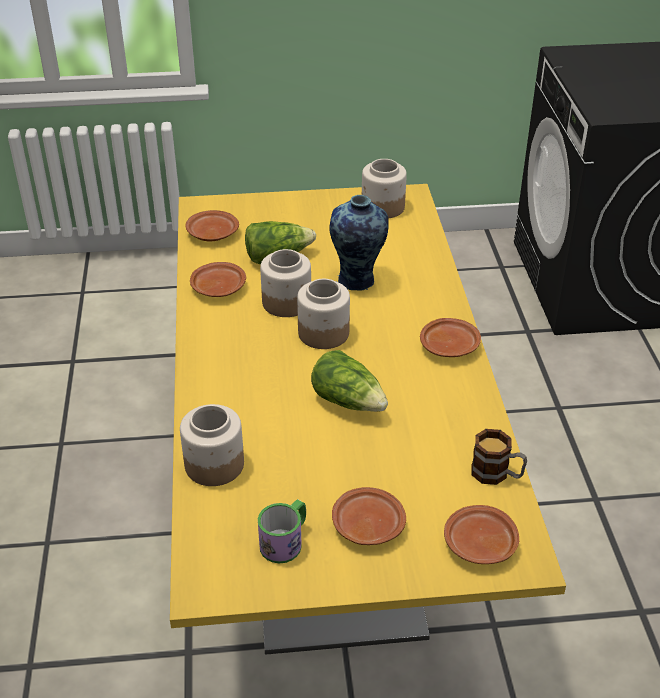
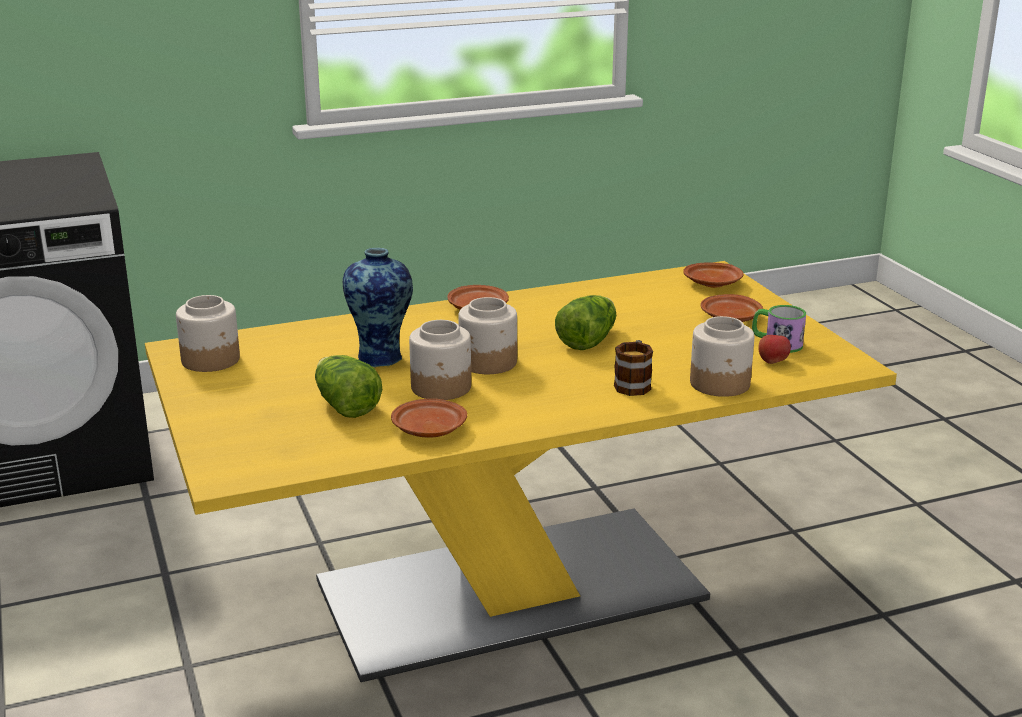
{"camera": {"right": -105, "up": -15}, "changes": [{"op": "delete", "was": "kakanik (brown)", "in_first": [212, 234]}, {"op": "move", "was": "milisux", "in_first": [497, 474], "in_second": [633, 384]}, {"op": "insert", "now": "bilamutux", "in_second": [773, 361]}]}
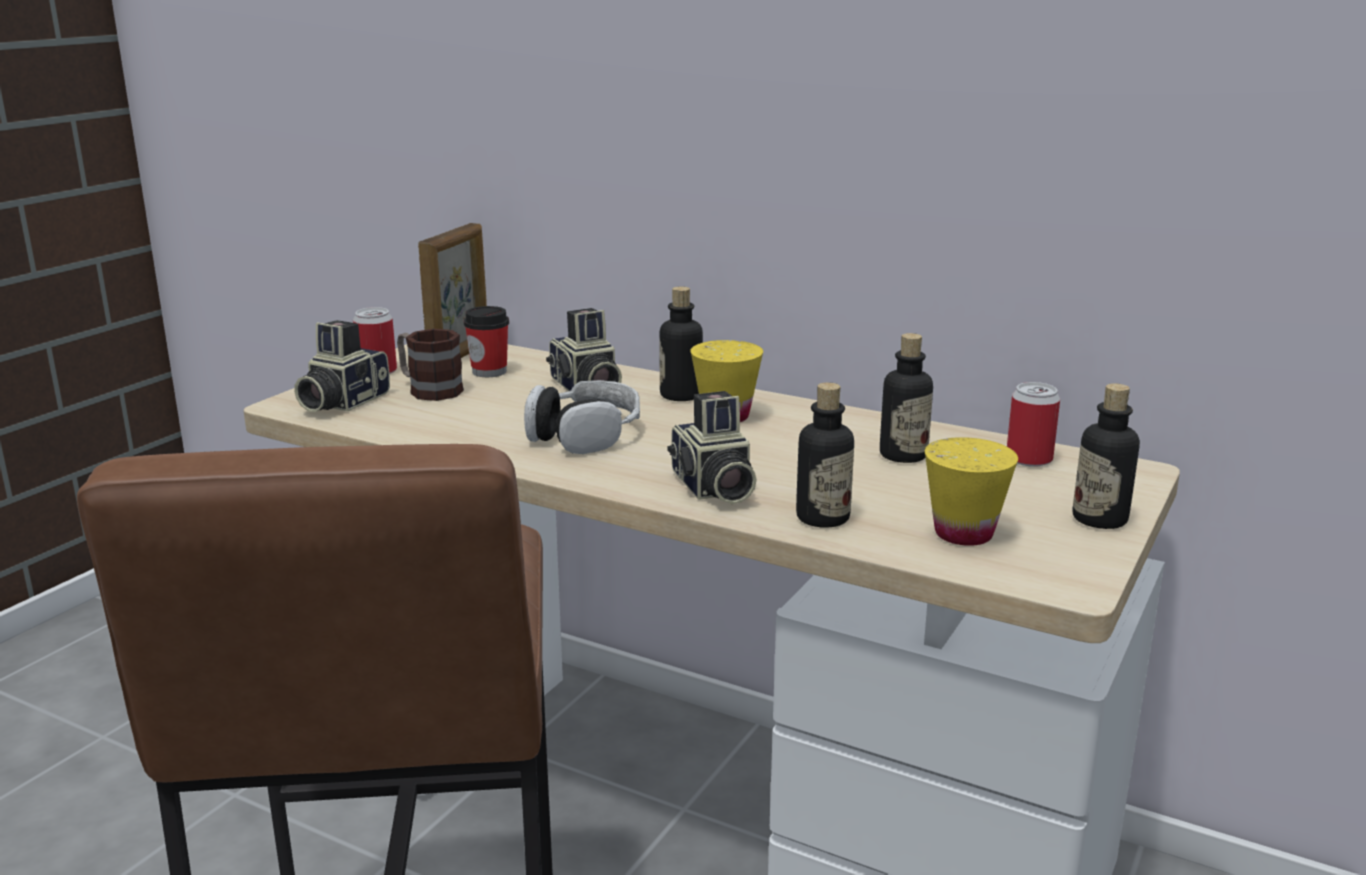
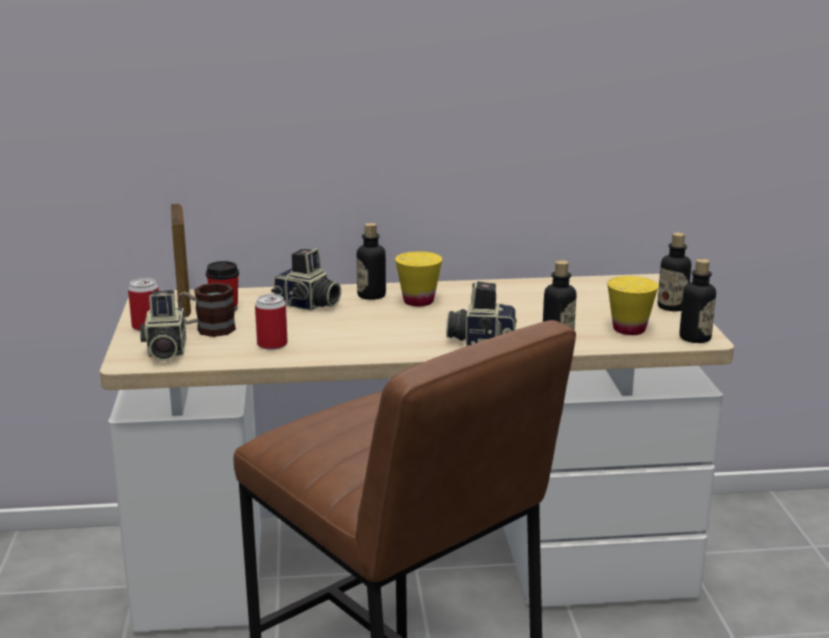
{"camera": {"right": -35, "up": 0}, "changes": [{"op": "delete", "was": "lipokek", "in_first": [584, 435]}, {"op": "rotate", "was": "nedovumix", "in_first": [712, 488], "in_second": [481, 340], "clockwise": 150}, {"op": "move", "was": "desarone", "in_first": [903, 455], "in_second": [695, 338]}, {"op": "move", "was": "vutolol", "in_first": [1029, 459], "in_second": [272, 344]}]}
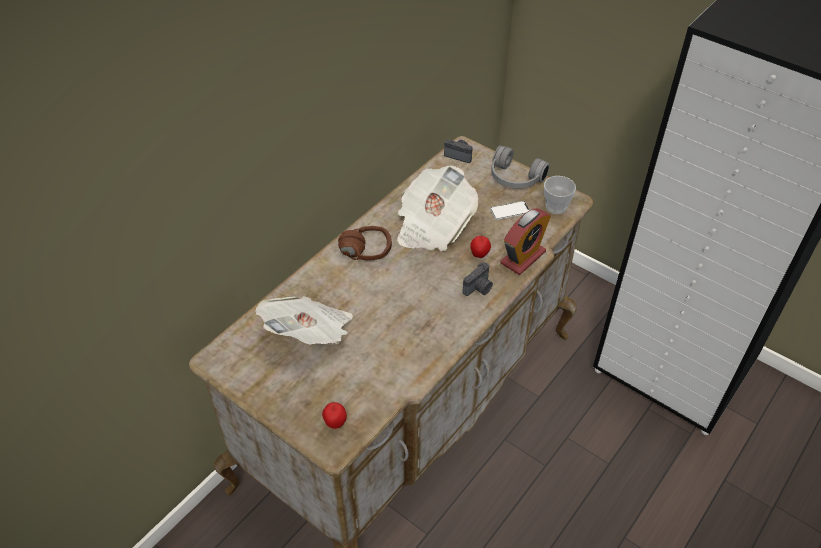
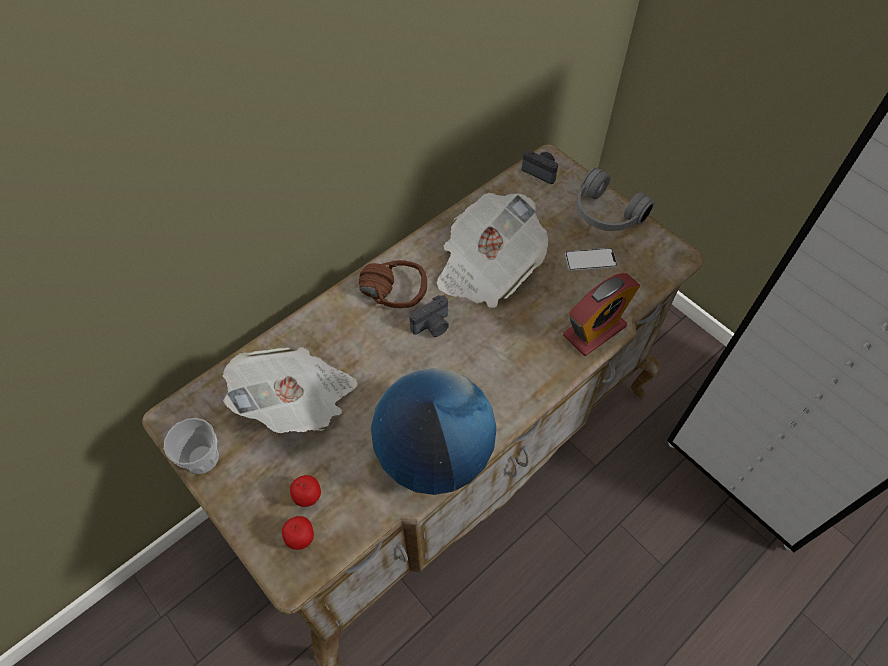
{"camera": {"right": 10, "up": 10}, "changes": [{"op": "move", "was": "nedovumix", "in_first": [479, 288], "in_second": [433, 326]}, {"op": "move", "was": "bilamutux", "in_first": [479, 255], "in_second": [308, 498]}, {"op": "move", "was": "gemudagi", "in_first": [556, 207], "in_second": [202, 458]}, {"op": "insert", "now": "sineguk", "in_second": [434, 455]}]}
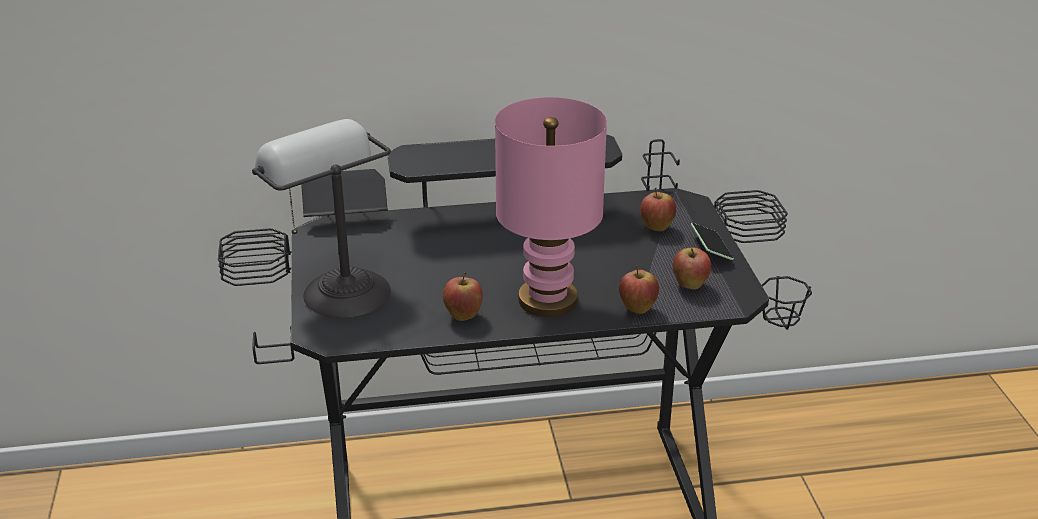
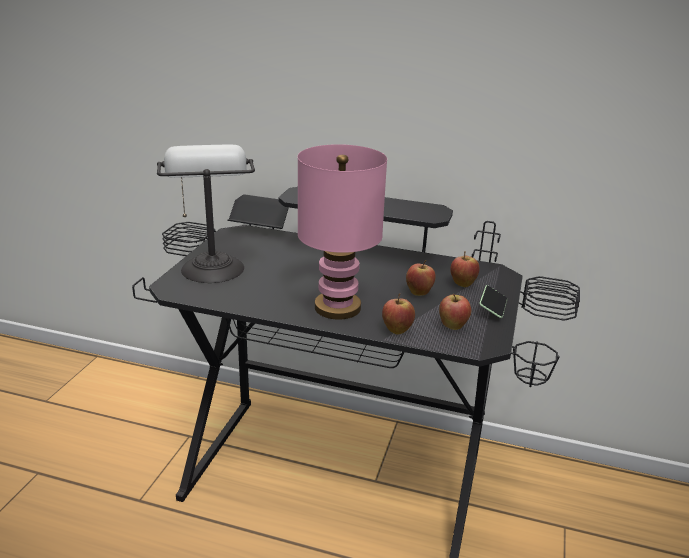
{"camera": {"right": 25, "up": -5}, "changes": [{"op": "move", "was": "bilamutux", "in_first": [463, 316], "in_second": [419, 293]}]}
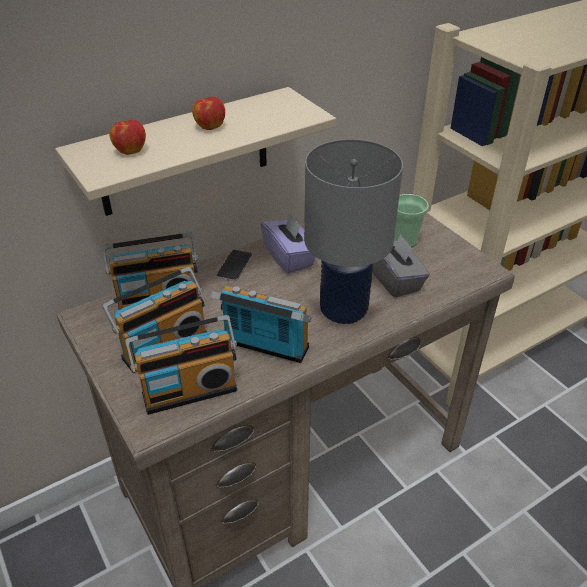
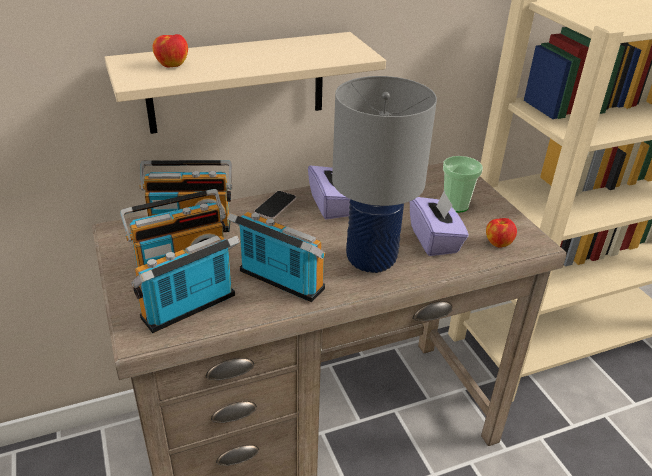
{"camera": {"right": 10, "up": -5}, "changes": [{"op": "rotate", "was": "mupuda", "in_first": [189, 389], "in_second": [191, 309], "clockwise": 150}, {"op": "move", "was": "bilamutux", "in_first": [210, 126], "in_second": [498, 243]}, {"op": "recolor", "was": "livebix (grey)", "now": "livebix (purple)", "in_first": [395, 280], "in_second": [435, 240]}]}
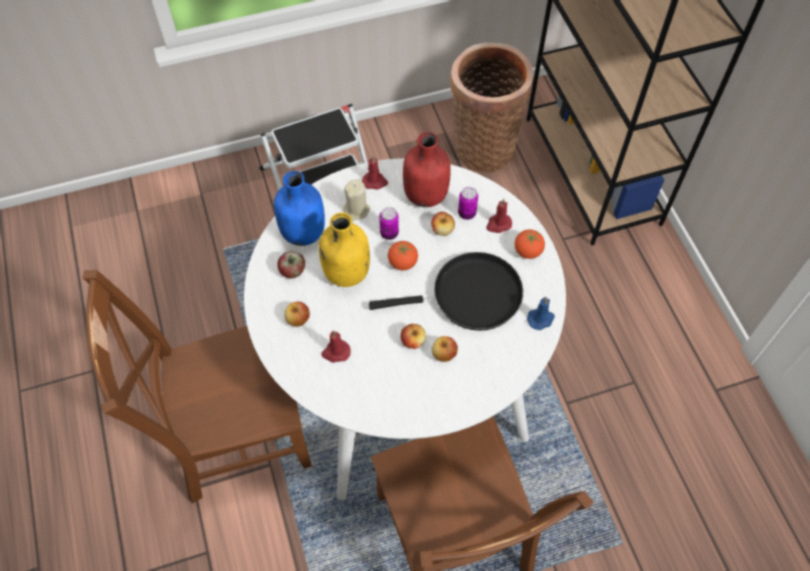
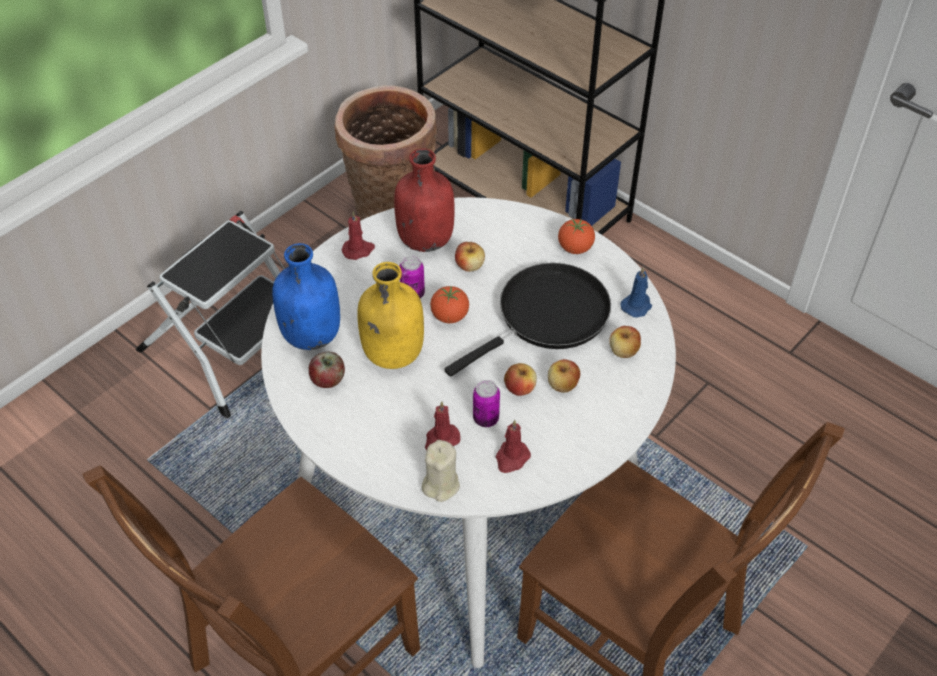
{"camera": {"right": -30, "up": -10}, "changes": [{"op": "move", "was": "bilamutux", "in_first": [298, 319], "in_second": [623, 351]}, {"op": "move", "was": "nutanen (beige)", "in_first": [357, 210], "in_second": [441, 485]}, {"op": "move", "was": "vutolol", "in_first": [466, 213], "in_second": [486, 419]}, {"op": "move", "was": "nutanen (red)", "in_first": [498, 224], "in_second": [511, 458]}]}
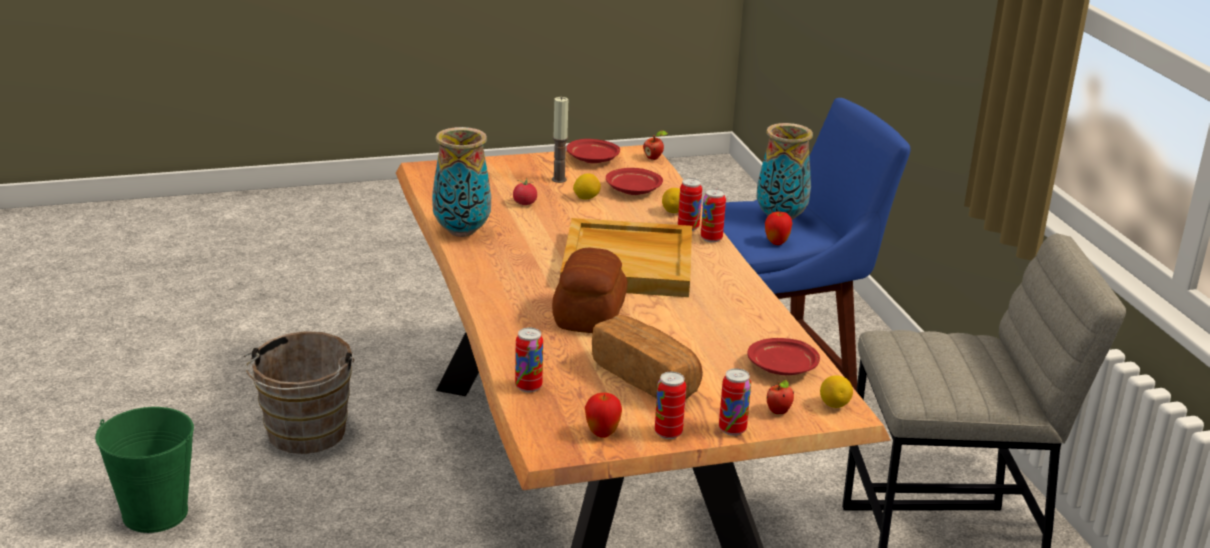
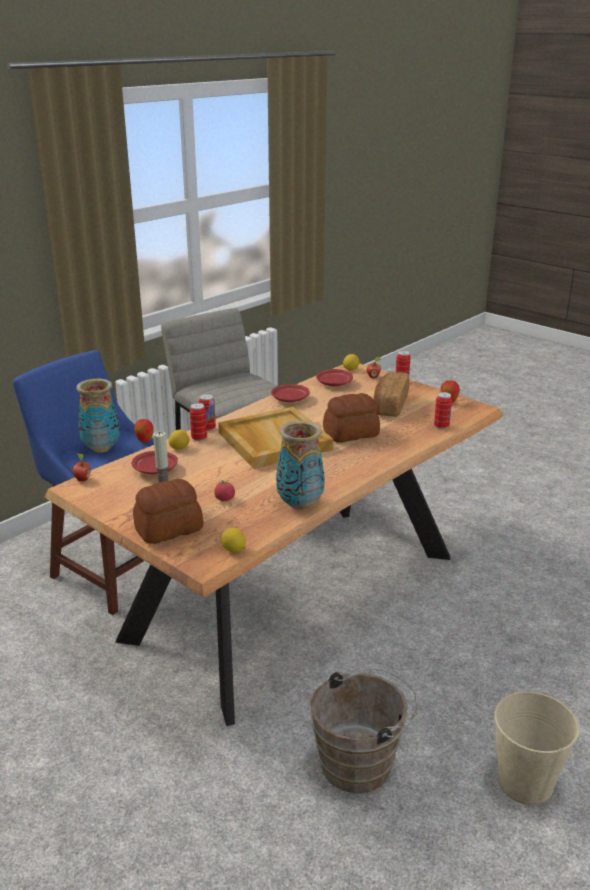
{"camera": {"right": -120, "up": 0}, "changes": [{"op": "recolor", "was": "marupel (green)", "now": "marupel (beige)", "in_first": [155, 513], "in_second": [524, 782]}, {"op": "move", "was": "kakanik (red)", "in_first": [593, 159], "in_second": [290, 399]}, {"op": "move", "was": "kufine", "in_first": [586, 198], "in_second": [233, 550]}, {"op": "delete", "was": "vutolol", "in_first": [668, 433]}, {"op": "insert", "now": "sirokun", "in_second": [167, 529]}]}
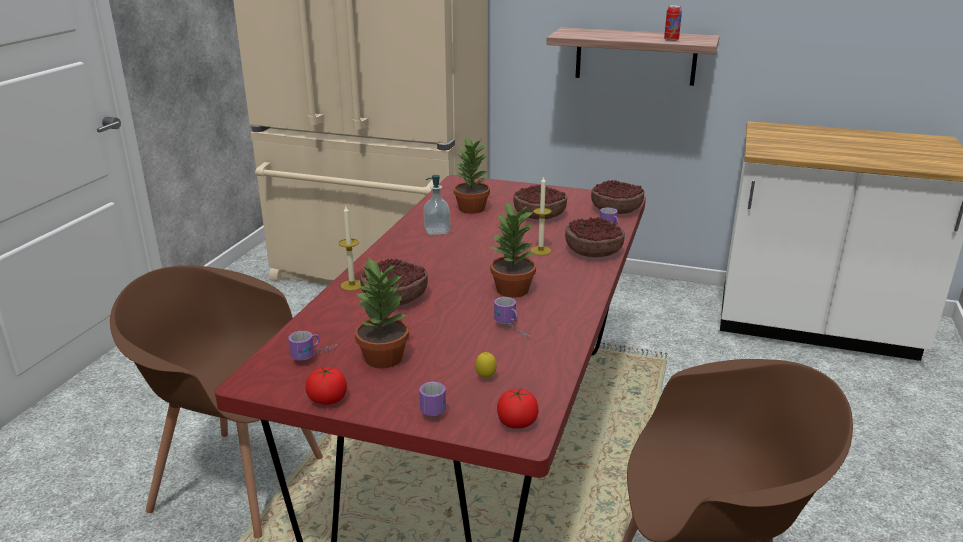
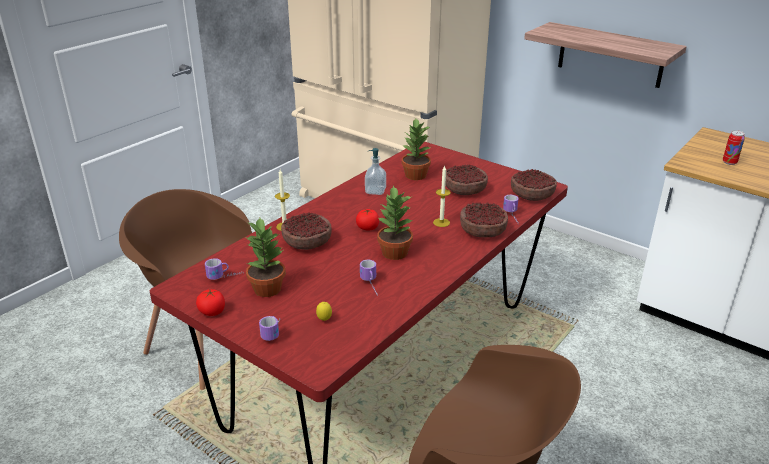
{"camera": {"right": 20, "up": 5}, "changes": [{"op": "move", "was": "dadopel", "in_first": [517, 423], "in_second": [367, 228]}, {"op": "move", "was": "vutolol", "in_first": [671, 40], "in_second": [729, 162]}]}
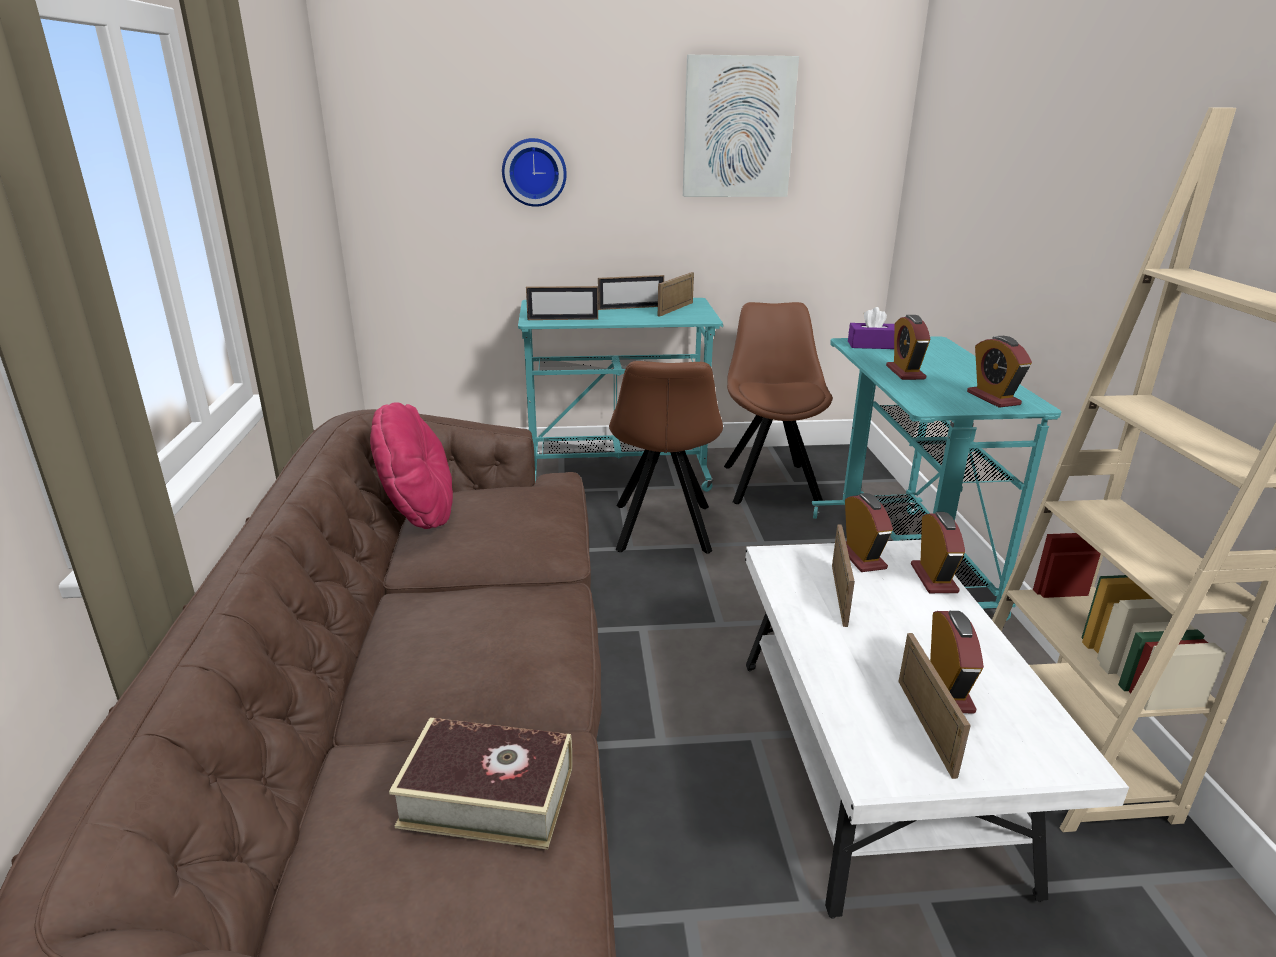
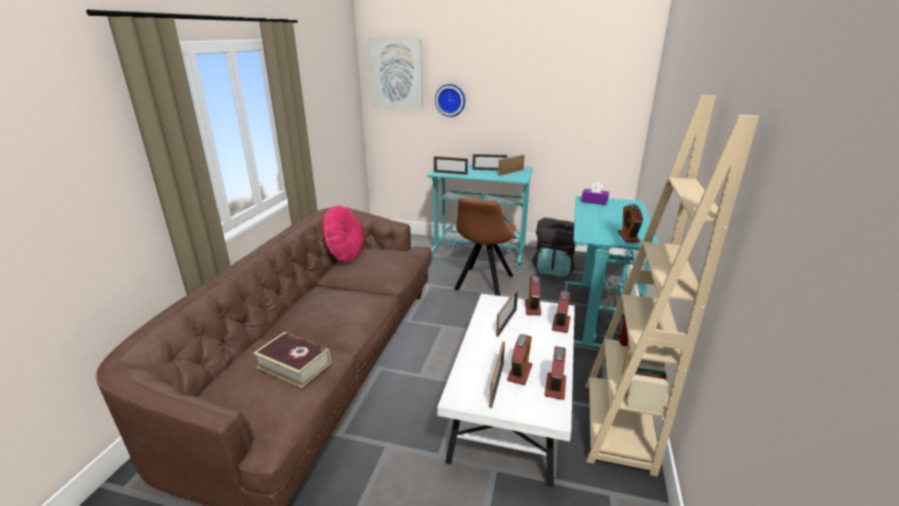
{"camera": {"right": 20, "up": 0}, "changes": [{"op": "move", "was": "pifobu", "in_first": [738, 128], "in_second": [397, 73]}, {"op": "replace", "was": "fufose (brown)", "now": "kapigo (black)", "in_first": [770, 483], "in_second": [554, 269]}, {"op": "move", "was": "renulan", "in_first": [905, 372], "in_second": [555, 387]}]}
